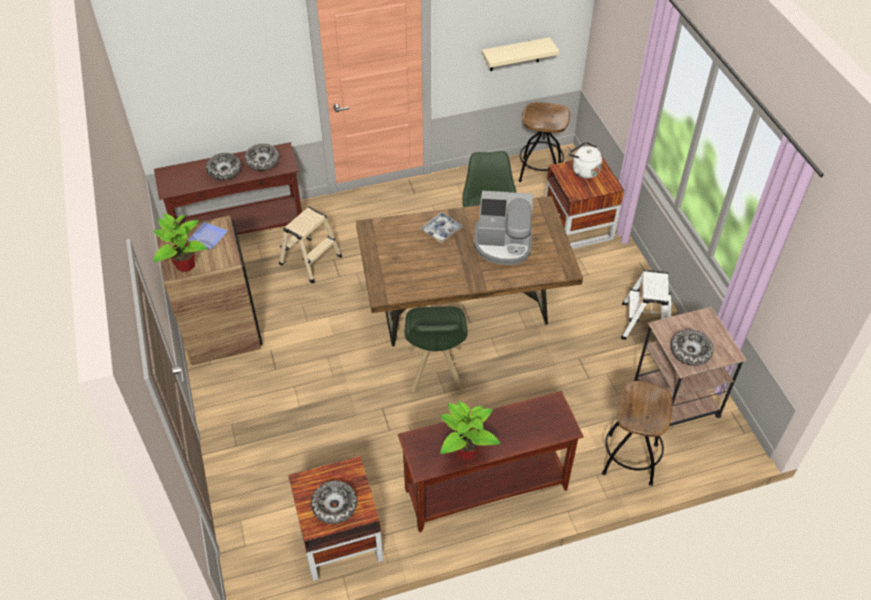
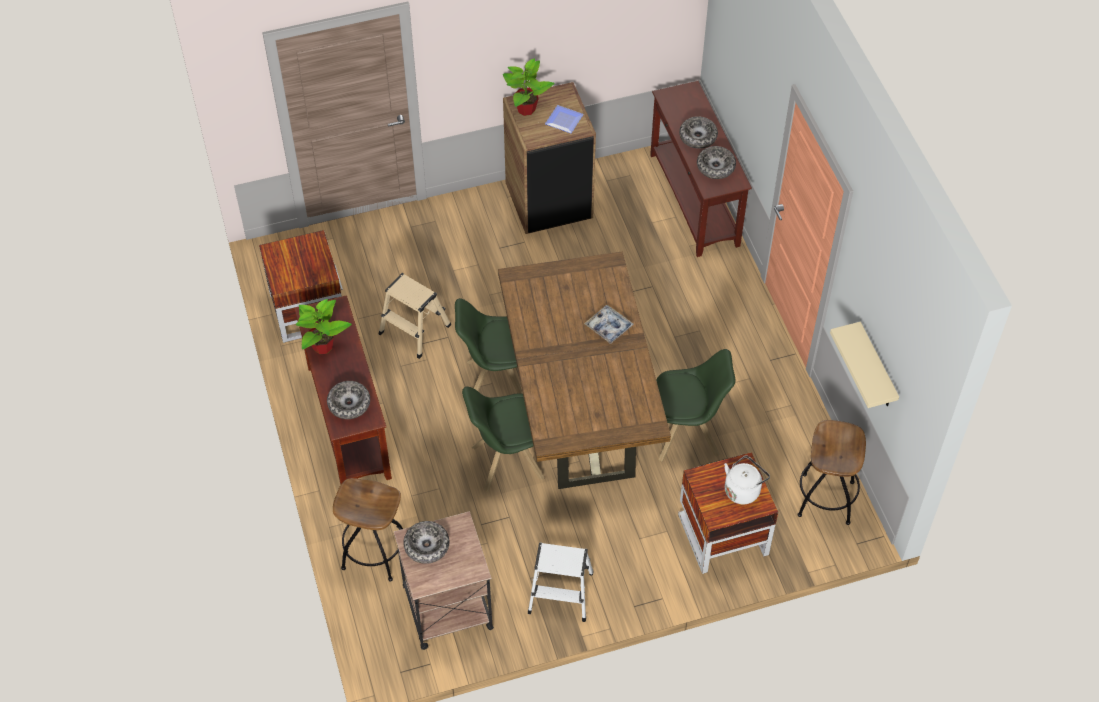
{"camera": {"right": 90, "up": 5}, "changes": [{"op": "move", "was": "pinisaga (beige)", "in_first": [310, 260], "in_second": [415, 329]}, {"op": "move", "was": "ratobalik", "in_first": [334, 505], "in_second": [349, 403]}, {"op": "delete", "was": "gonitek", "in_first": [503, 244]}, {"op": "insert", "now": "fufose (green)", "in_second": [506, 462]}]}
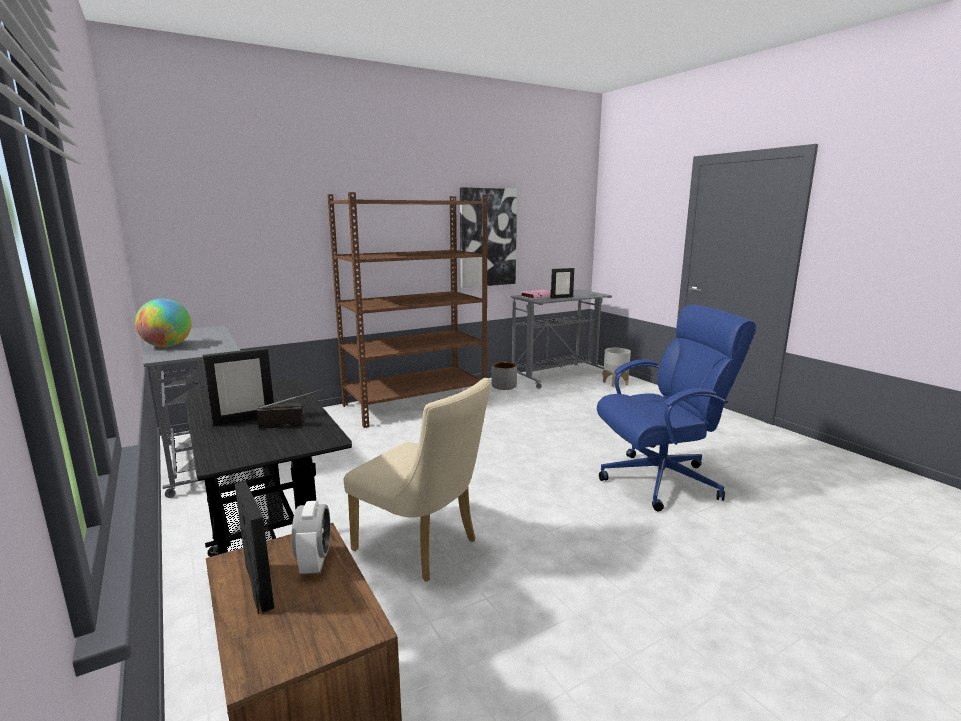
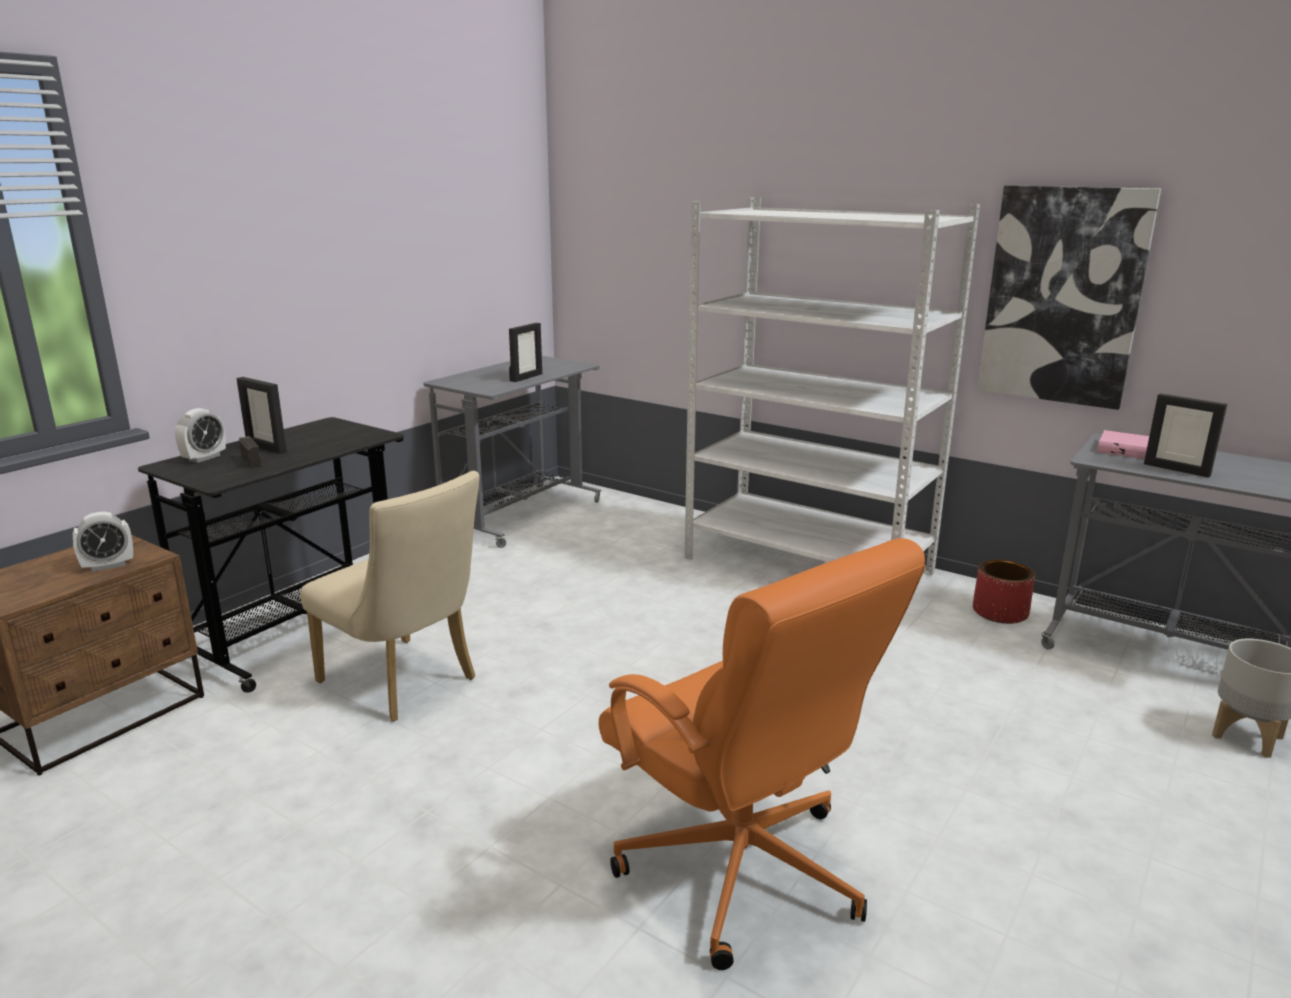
{"camera": {"right": 65, "up": 5}, "changes": [{"op": "delete", "was": "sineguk", "in_first": [167, 346]}, {"op": "move", "was": "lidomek", "in_first": [257, 587], "in_second": [526, 377]}, {"op": "recolor", "was": "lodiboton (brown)", "now": "lodiboton (white)", "in_first": [415, 404], "in_second": [807, 565]}, {"op": "rotate", "was": "fufose (beige)", "in_first": [423, 548], "in_second": [405, 684], "clockwise": -60}, {"op": "recolor", "was": "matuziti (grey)", "now": "matuziti (red)", "in_first": [504, 386], "in_second": [1000, 613]}, {"op": "recolor", "was": "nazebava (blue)", "now": "nazebava (orange)", "in_first": [659, 481], "in_second": [740, 866]}, {"op": "insert", "now": "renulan", "in_second": [204, 458]}]}
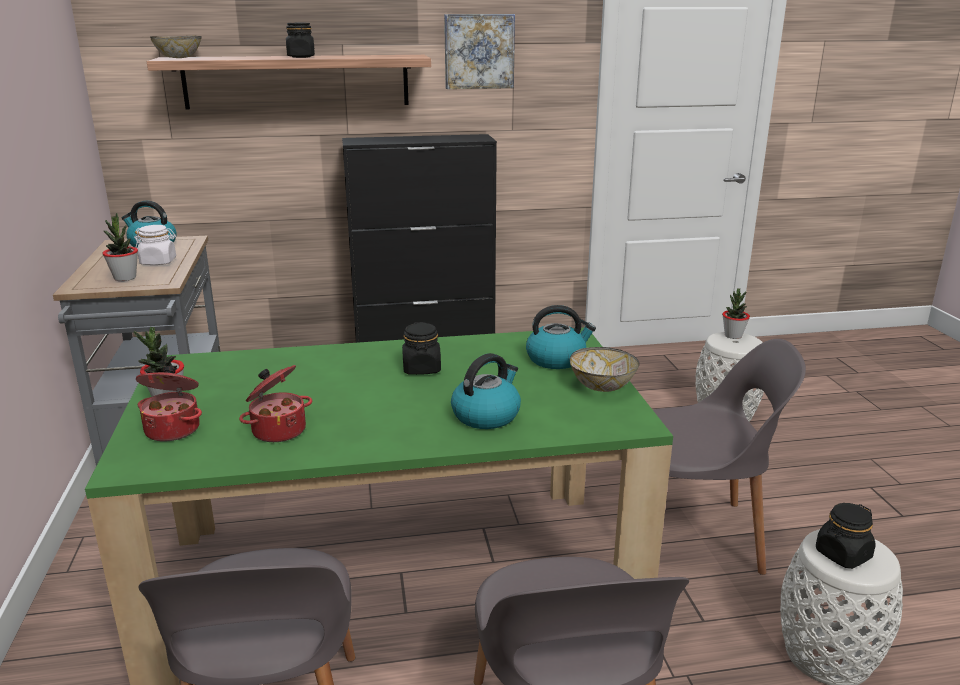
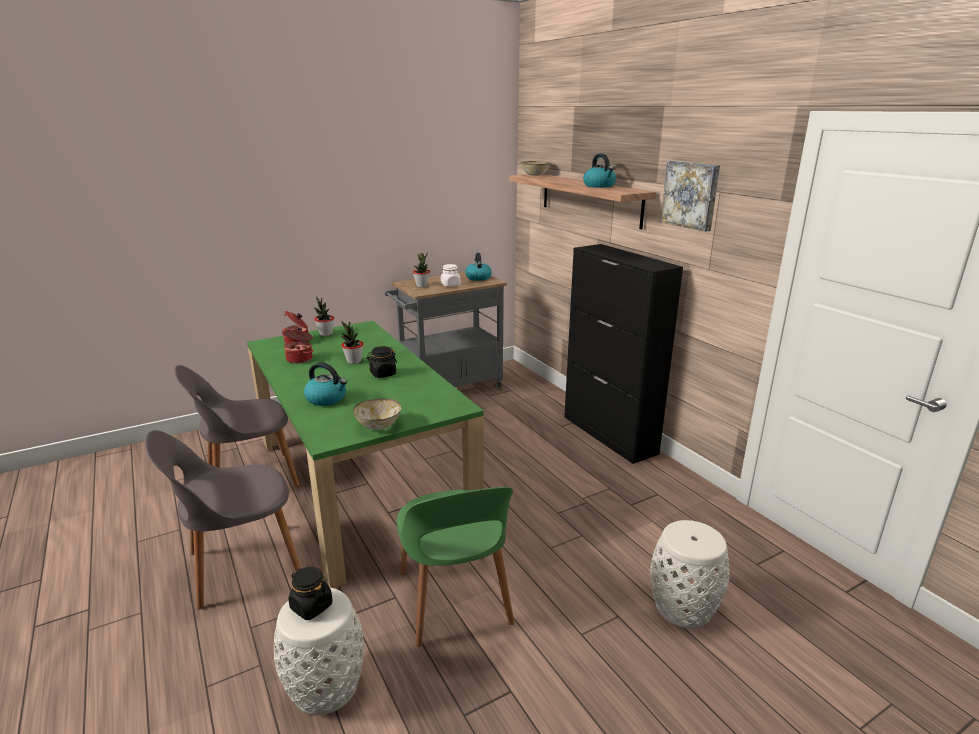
{"camera": {"right": 70, "up": 0}, "changes": [{"op": "delete", "was": "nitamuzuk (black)", "in_first": [301, 57]}, {"op": "move", "was": "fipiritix", "in_first": [557, 359], "in_second": [599, 186]}, {"op": "recolor", "was": "fufose (grey)", "now": "fufose (green)", "in_first": [693, 535], "in_second": [454, 600]}, {"op": "move", "was": "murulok", "in_first": [733, 336], "in_second": [353, 361]}]}
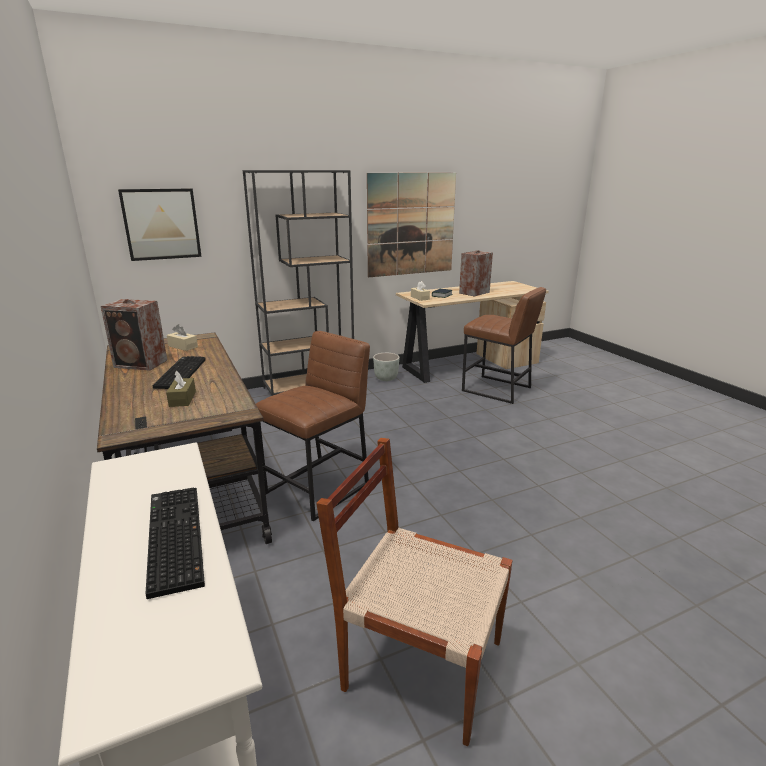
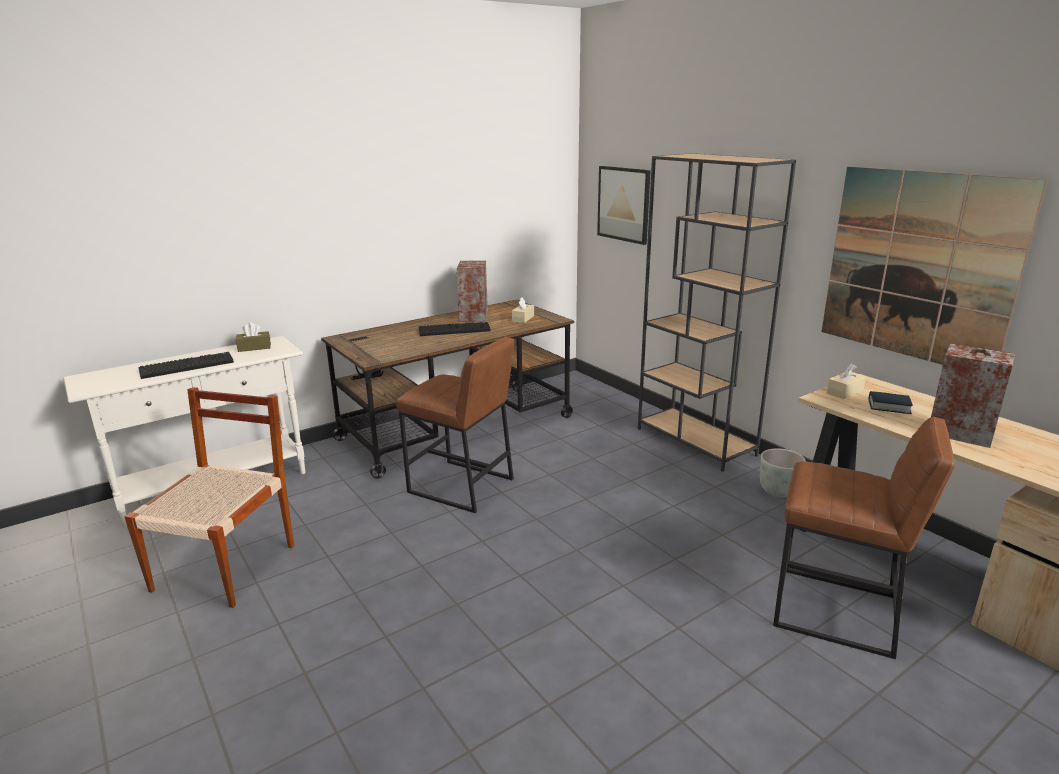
{"camera": {"right": 80, "up": 0}, "changes": [{"op": "move", "was": "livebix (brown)", "in_first": [182, 399], "in_second": [254, 347]}, {"op": "rotate", "was": "fufose (brown)", "in_first": [497, 389], "in_second": [837, 611], "clockwise": -90}]}
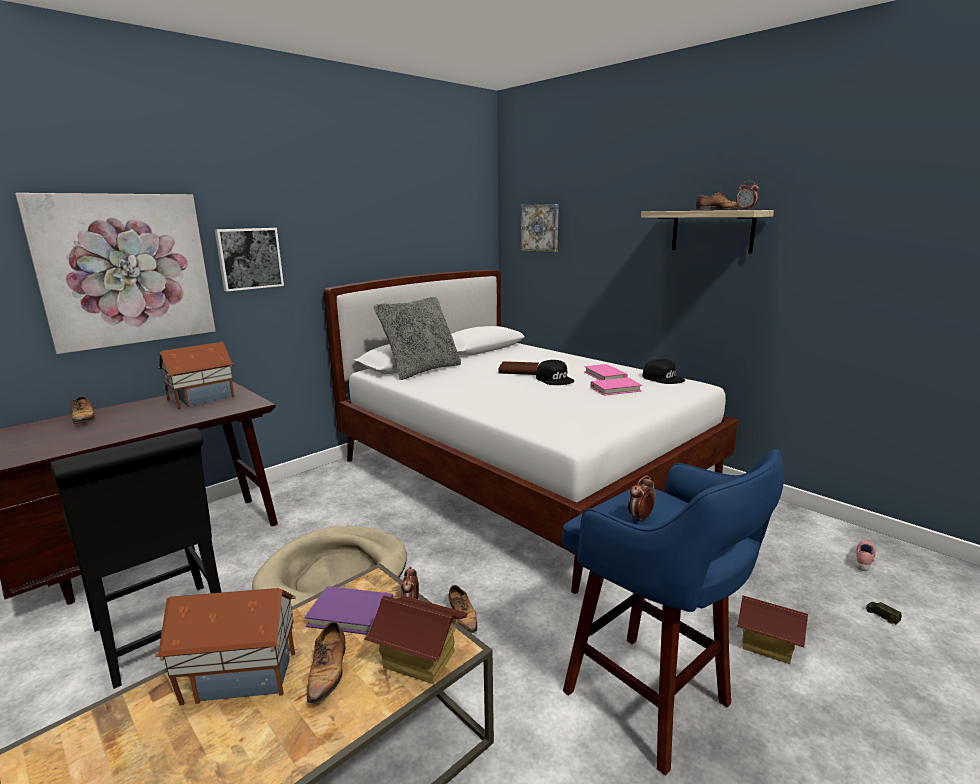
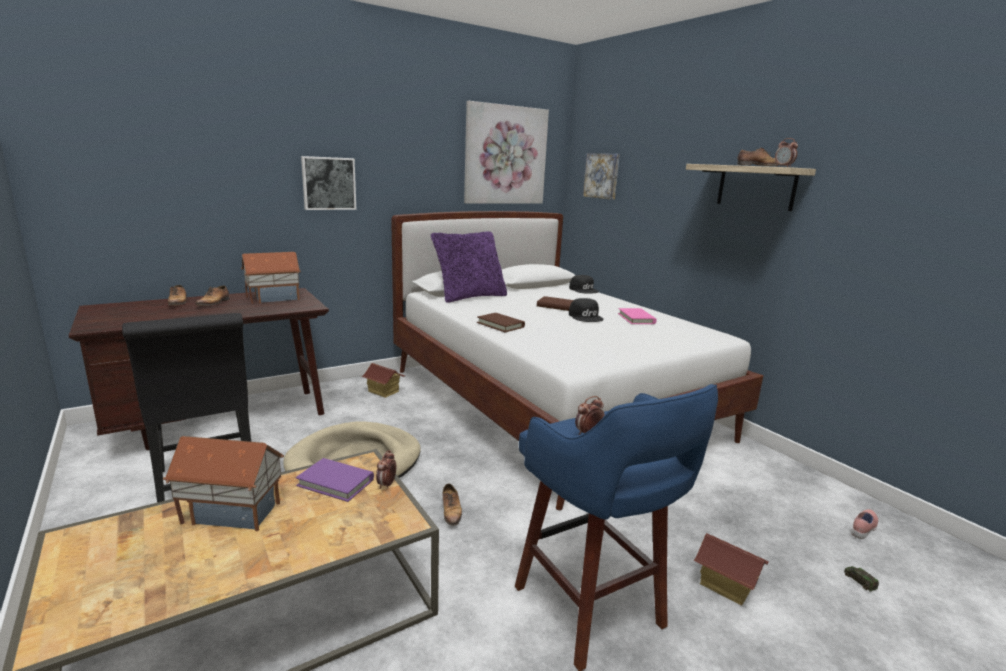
{"camera": {"right": 10, "up": 0}, "changes": [{"op": "move", "was": "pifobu", "in_first": [126, 270], "in_second": [505, 155]}, {"op": "move", "was": "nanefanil", "in_first": [328, 671], "in_second": [214, 303]}, {"op": "move", "was": "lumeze", "in_first": [419, 660], "in_second": [383, 391]}, {"op": "recolor", "was": "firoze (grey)", "now": "firoze (purple)", "in_first": [422, 369], "in_second": [470, 296]}, {"op": "delete", "was": "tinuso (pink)", "in_first": [615, 389]}, {"op": "move", "was": "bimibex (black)", "in_first": [663, 378], "in_second": [584, 290]}, {"op": "insert", "now": "tinuso (brown)", "in_second": [500, 325]}]}
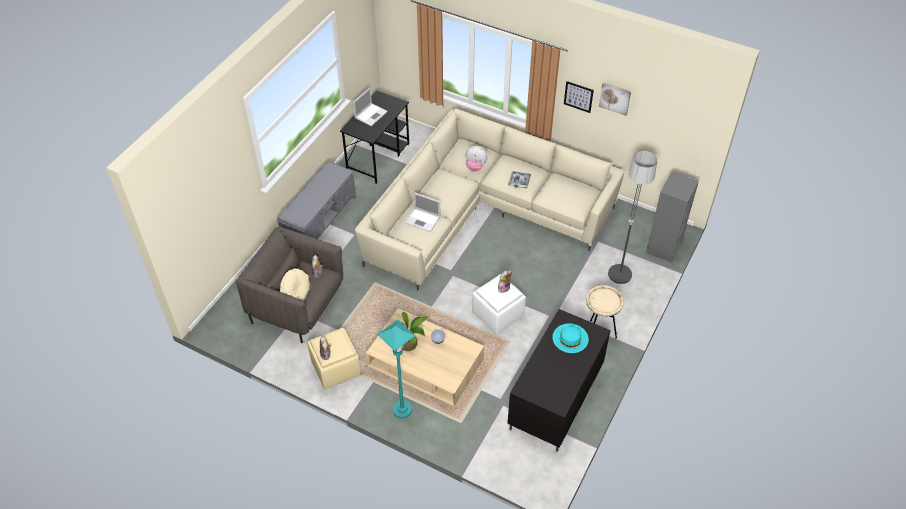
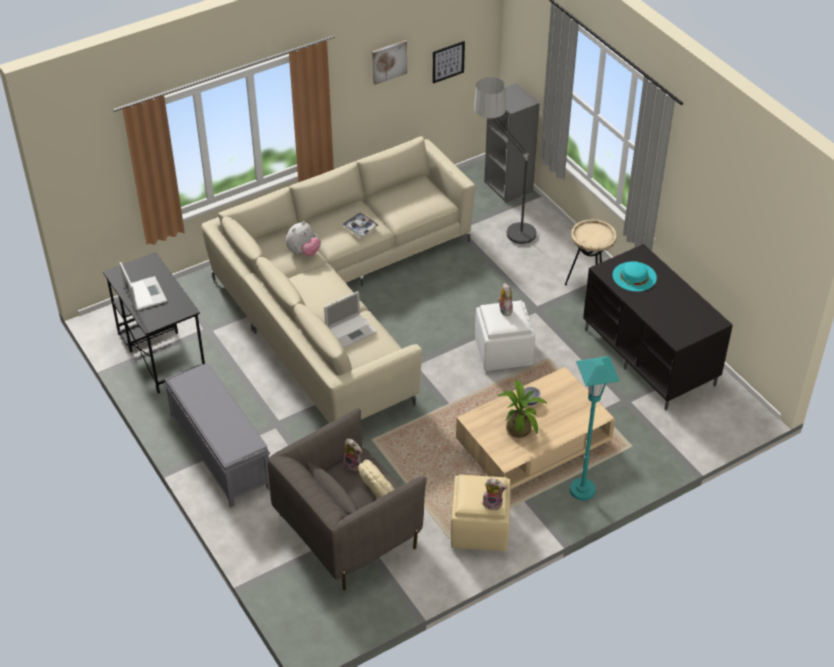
{"camera": {"right": -60, "up": -5}, "changes": [{"op": "move", "was": "pifobu", "in_first": [578, 96], "in_second": [448, 61]}]}
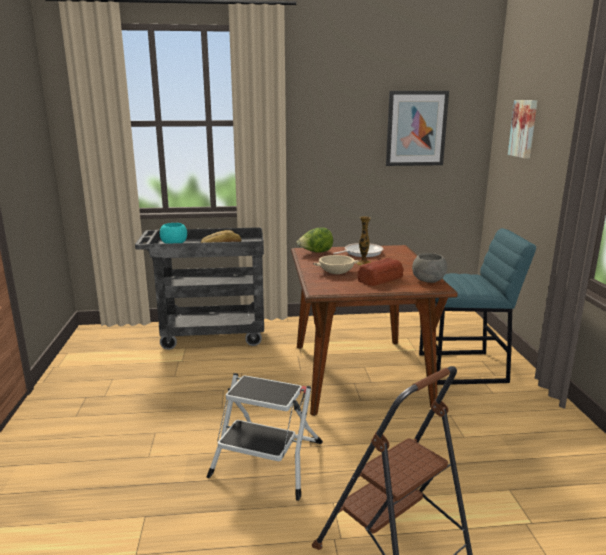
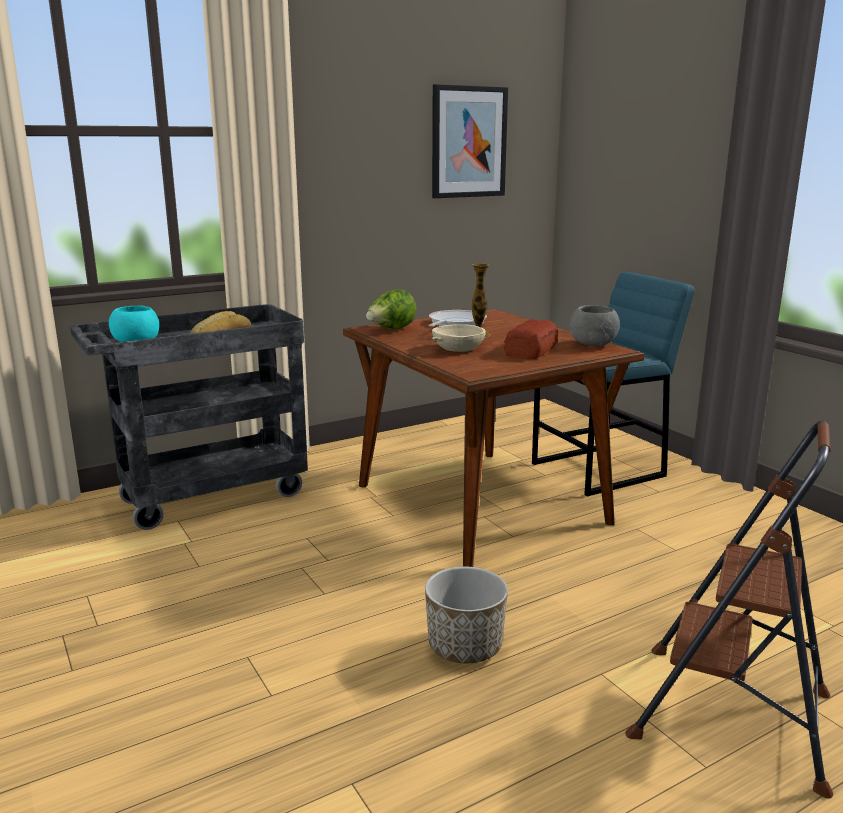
{"camera": {"right": -25, "up": 0}, "changes": [{"op": "replace", "was": "pinisaga", "now": "matuziti", "in_first": [269, 461], "in_second": [465, 647]}, {"op": "delete", "was": "pifobu", "in_first": [524, 128]}]}
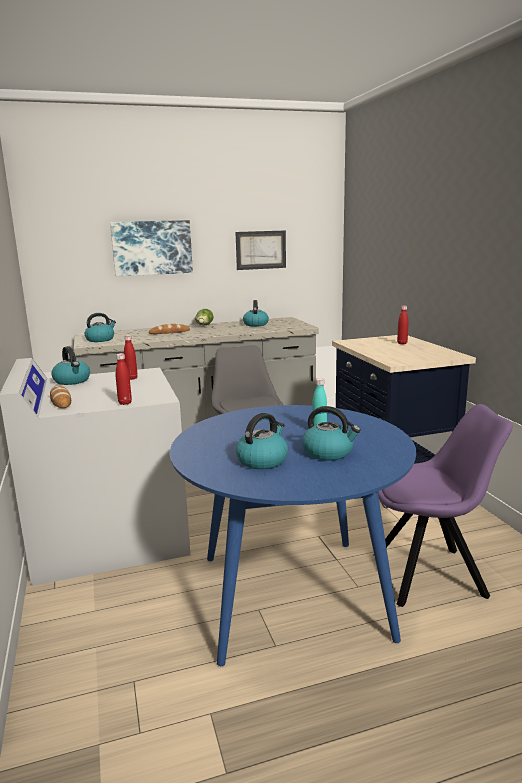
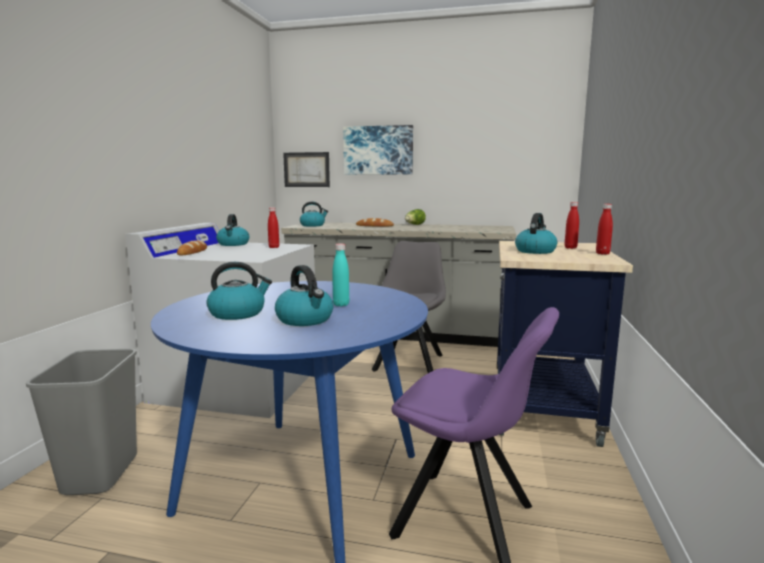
{"camera": {"right": 30, "up": -5}, "changes": [{"op": "move", "was": "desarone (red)", "in_first": [125, 403], "in_second": [602, 253]}, {"op": "move", "was": "pifobu", "in_first": [261, 250], "in_second": [306, 169]}, {"op": "move", "was": "fipiritix", "in_first": [255, 324], "in_second": [535, 251]}, {"op": "insert", "now": "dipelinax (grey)", "in_second": [99, 474]}]}
